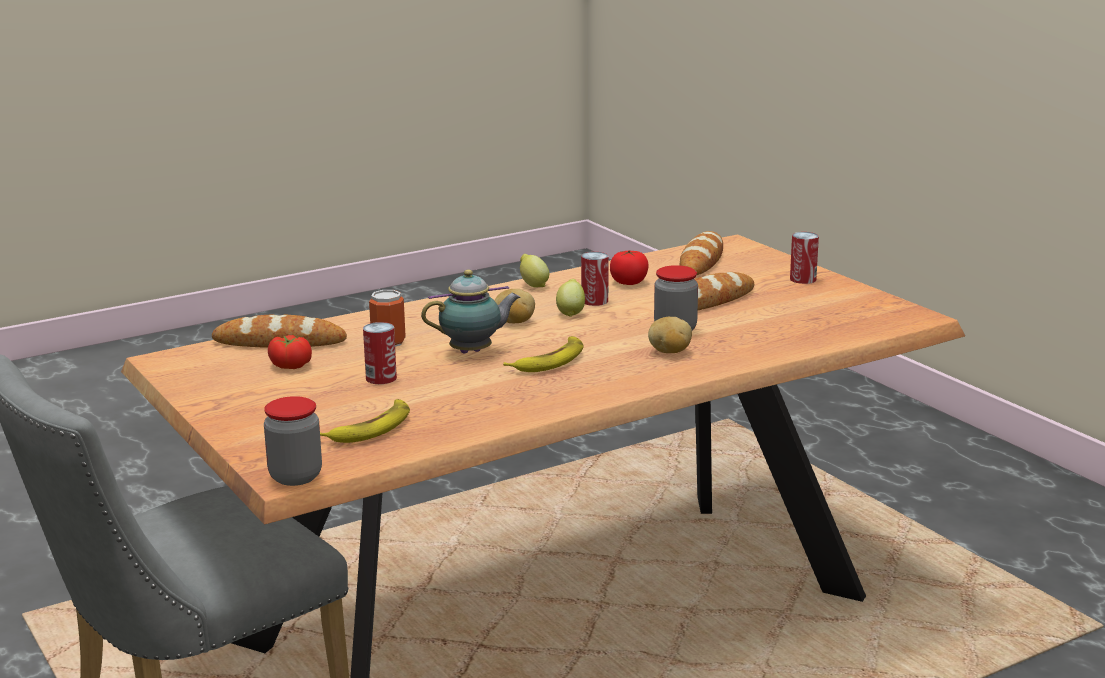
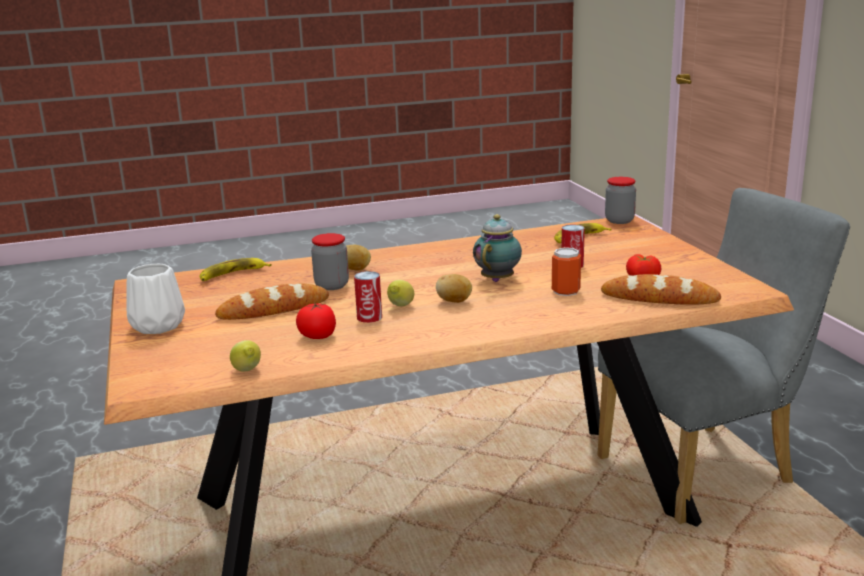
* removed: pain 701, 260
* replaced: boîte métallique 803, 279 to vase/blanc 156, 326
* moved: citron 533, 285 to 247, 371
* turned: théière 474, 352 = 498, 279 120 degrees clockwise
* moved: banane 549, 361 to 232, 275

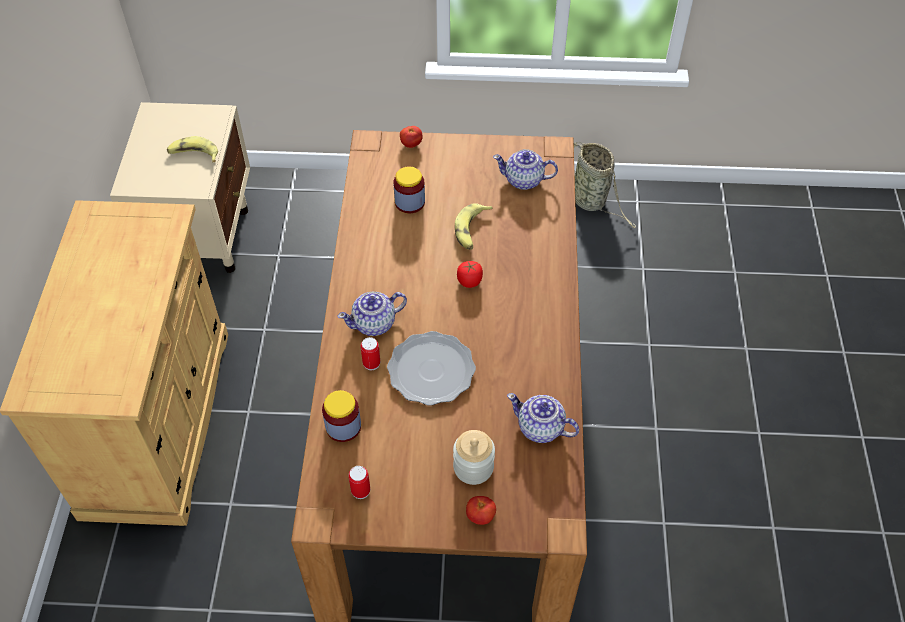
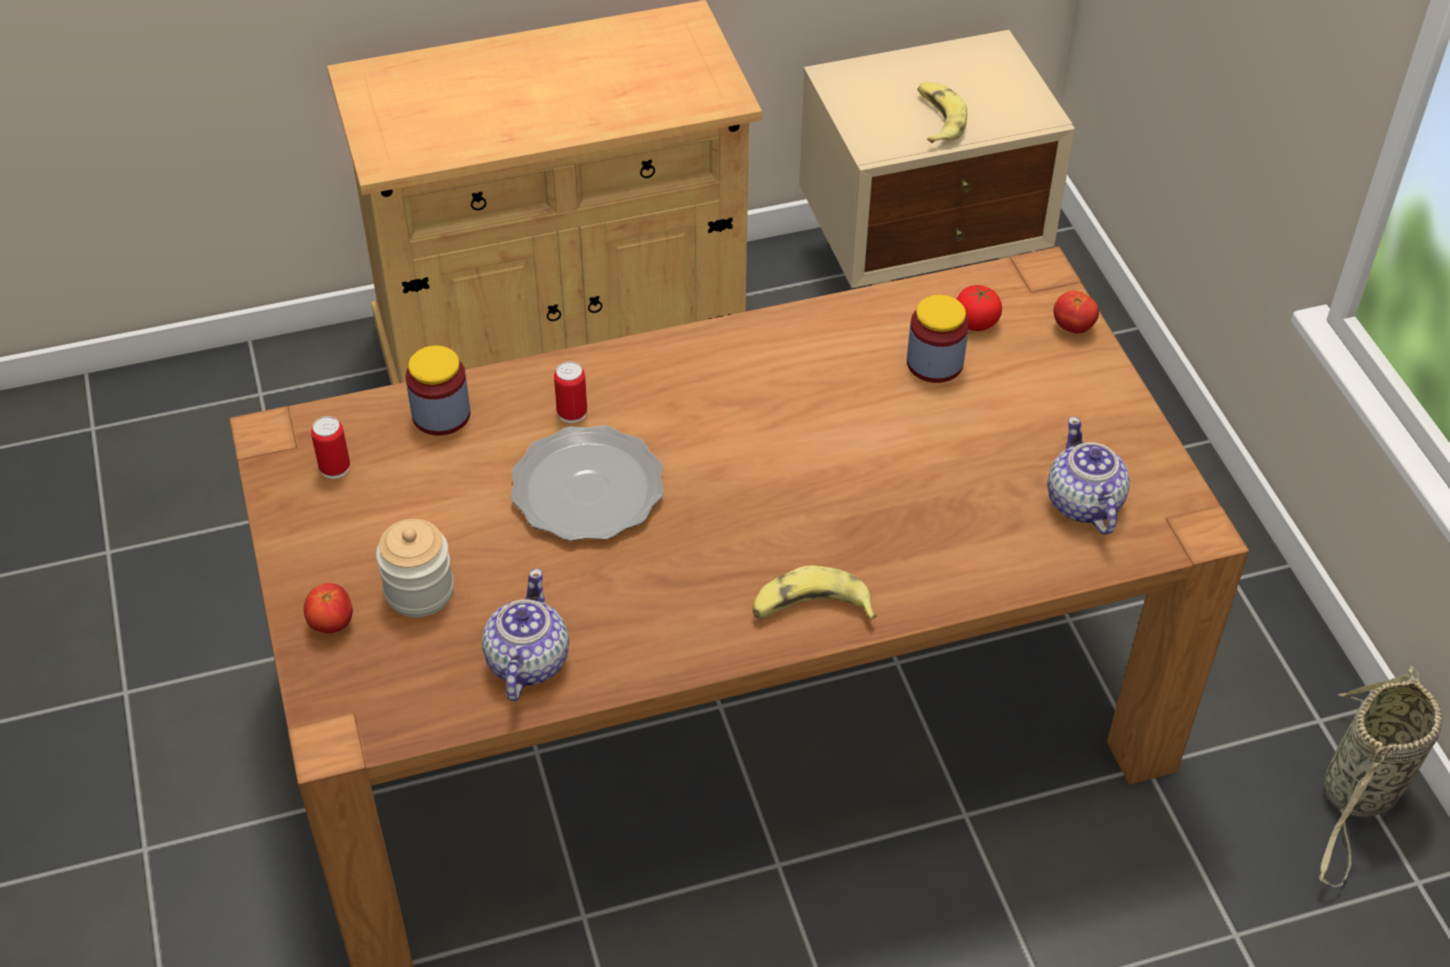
* moved: banane 471, 230 to 810, 608
* moved: tomate 469, 281 to 975, 322
* removed: théière 374, 323

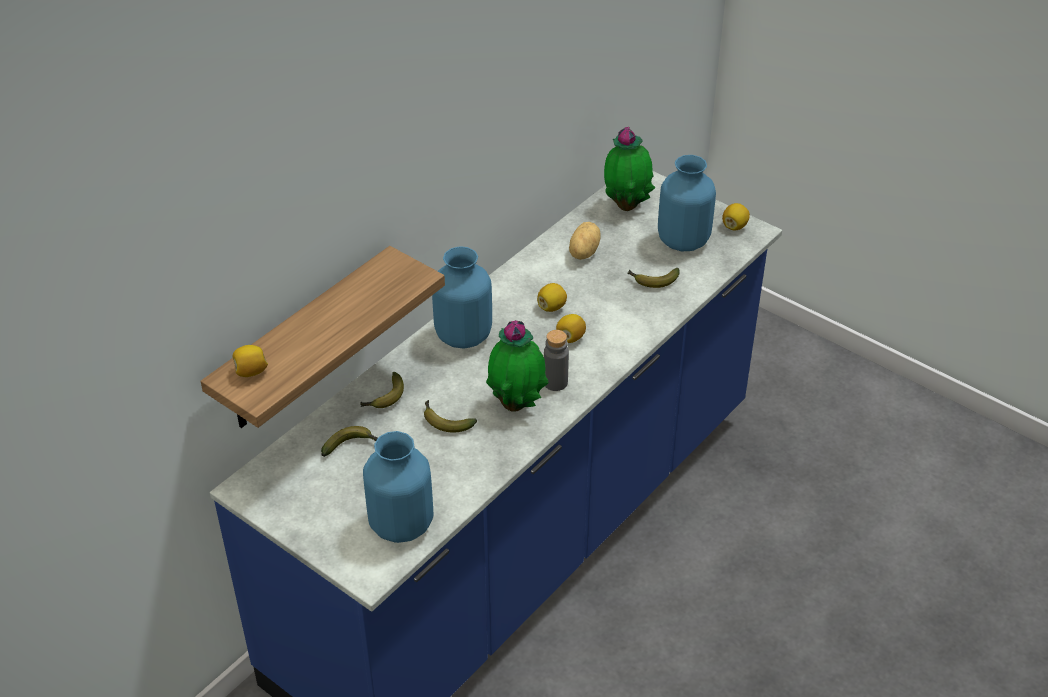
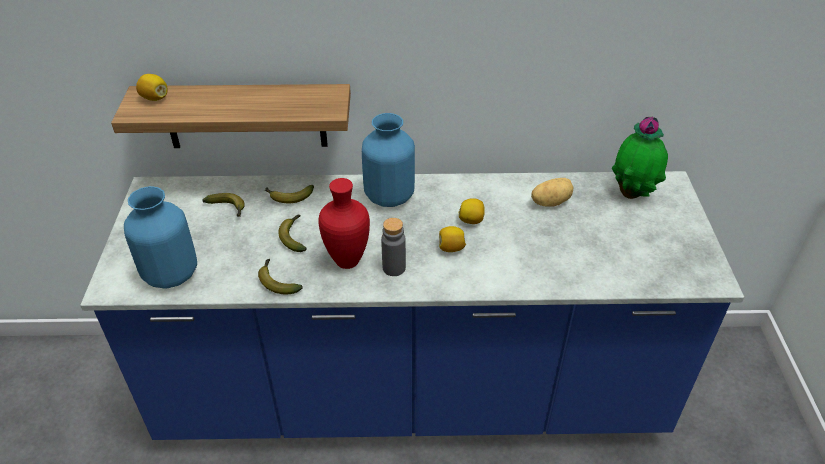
* removed: vase/bleu 682, 240
* removed: citron 734, 226
* moved: banane 652, 281 to 277, 281
* replaced: plante en pot 517, 404 to vase/rouge 349, 261

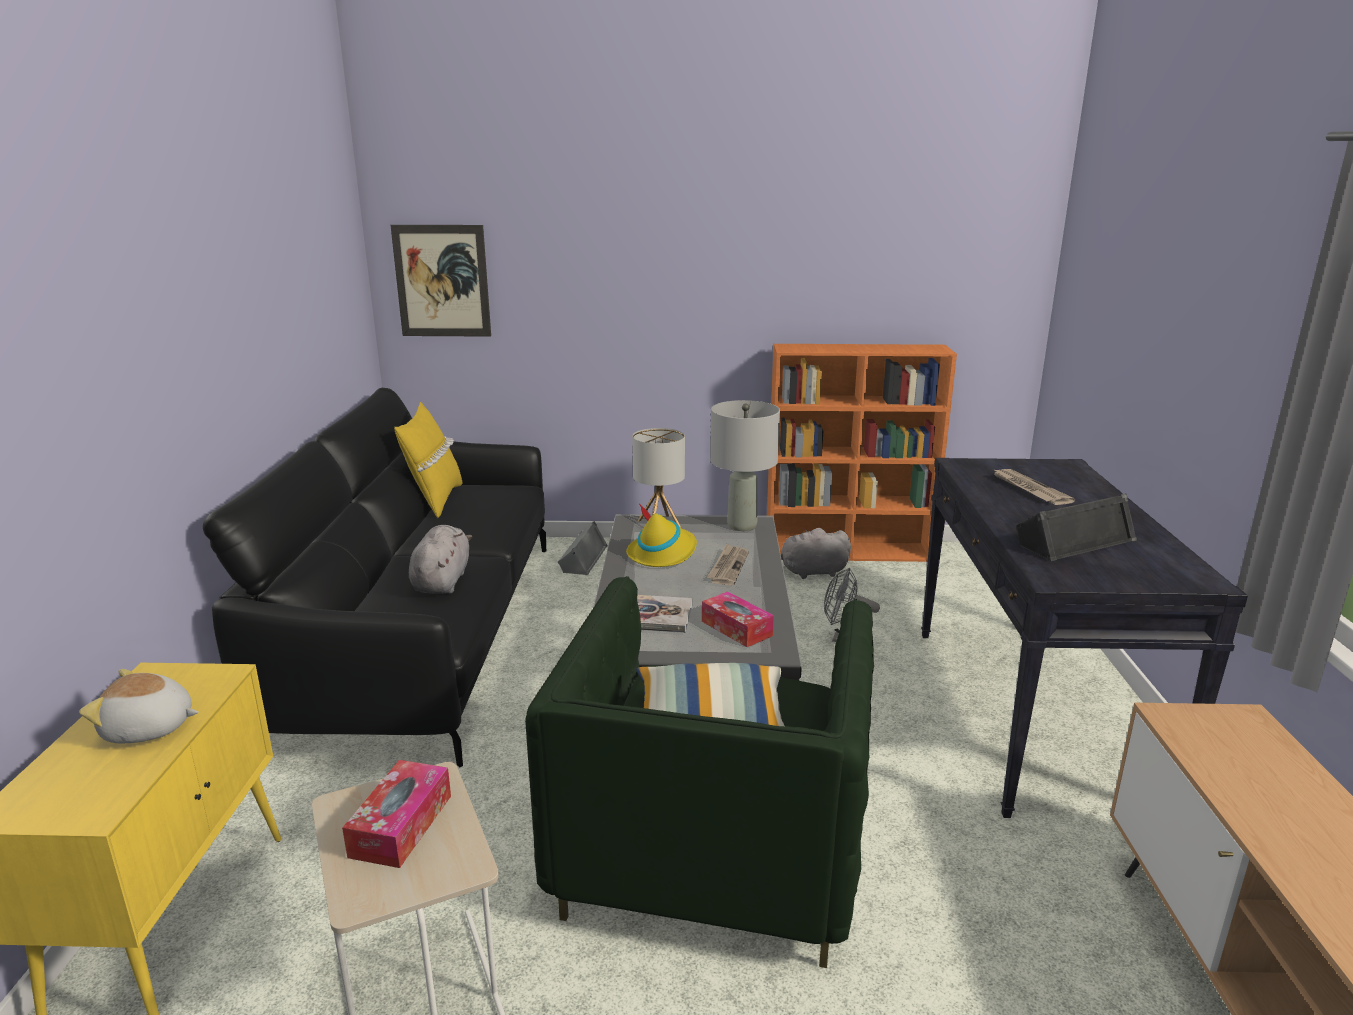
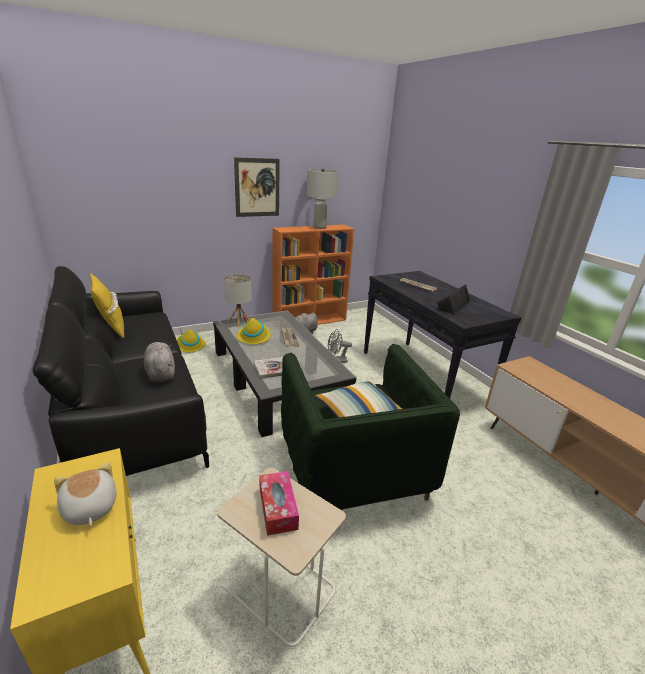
* moved: tableau 442, 281 to 257, 187
* moved: lampe de table/gris 742, 526 to 319, 227
* replaced: enceinte/gris 582, 558 to chapeau/jaune 189, 345
* removed: boîte à mouchoirs 736, 628
* turned: peluche 148, 729 = 89, 508 90 degrees clockwise

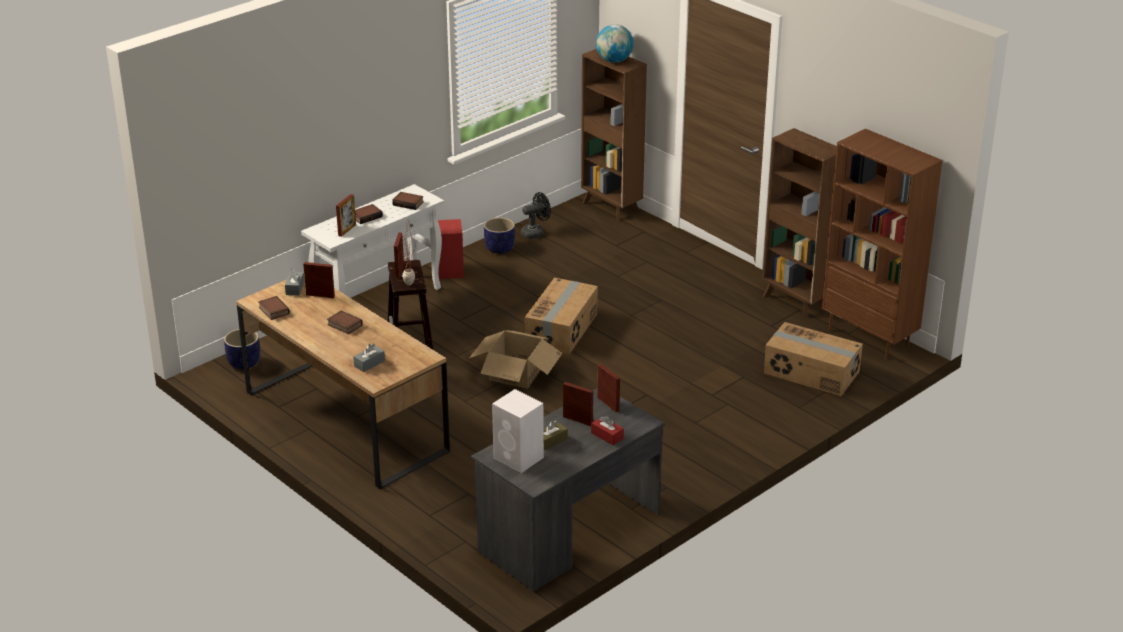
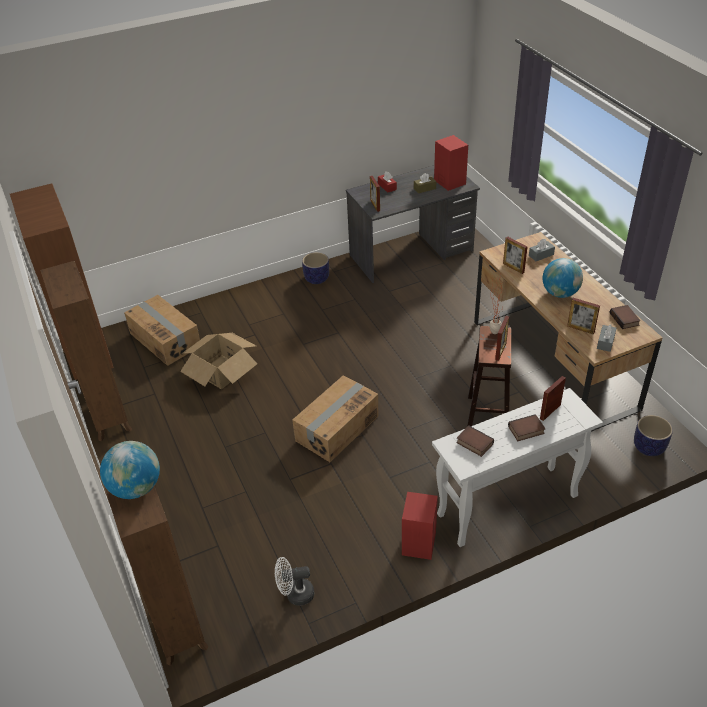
* recoloured: ventilateur/noir 535, 232 to ventilateur/blanc 295, 594
* moved: cache-pot 499, 248 to 316, 279
* replaced: livre 343, 325 to globe 560, 293
* moved: carton 516, 373 to 221, 371
* moved: cadre photo 577, 420 to 513, 268
* recoloured: enceinte/blanc 519, 458 to enceinte/rouge 449, 181

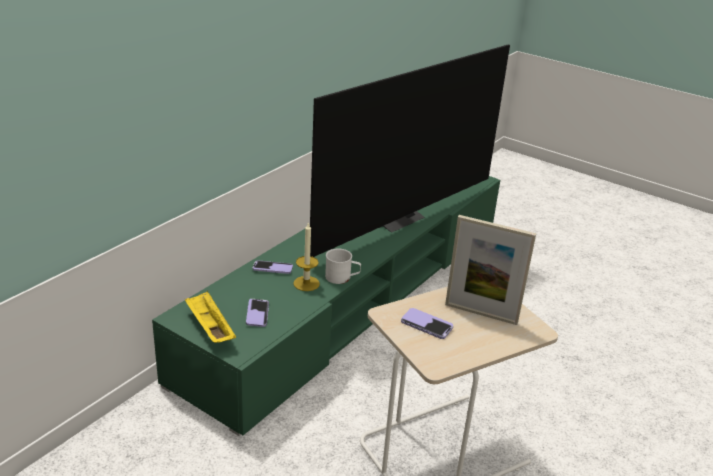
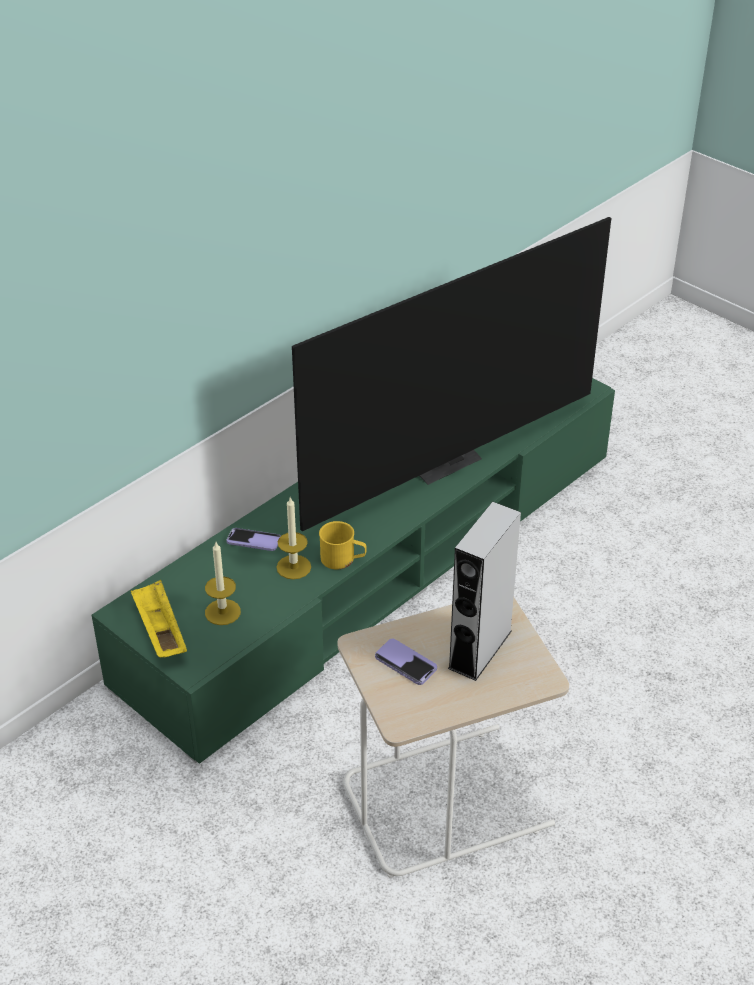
* replaced: cadre photo 481, 313 to enceinte/gris 480, 649
* recoloured: mug/blanc 342, 277 to mug/jaune 343, 559
* replaced: téléphone 257, 314 to bougie 222, 612

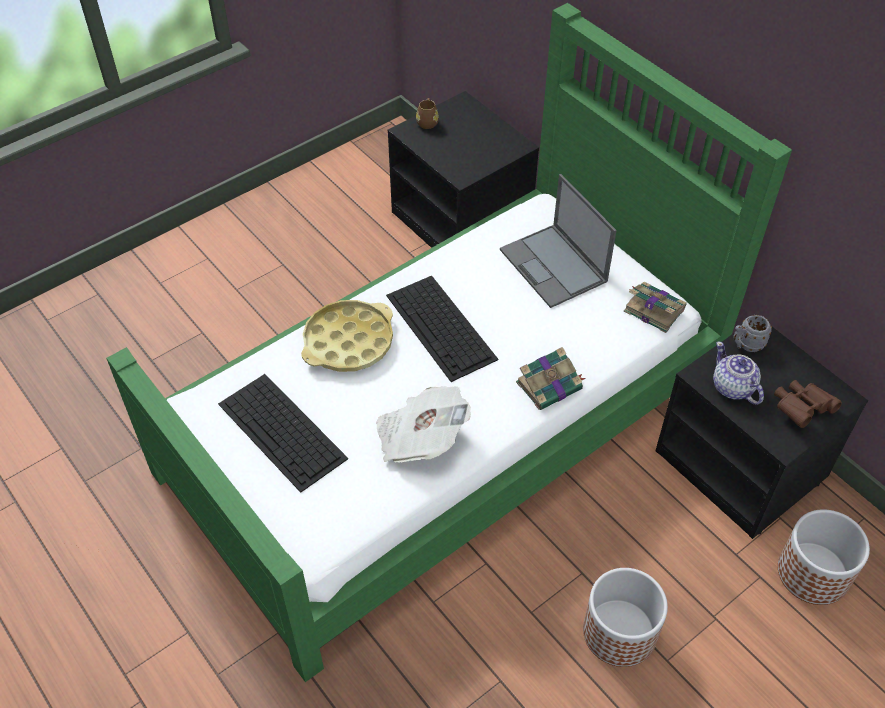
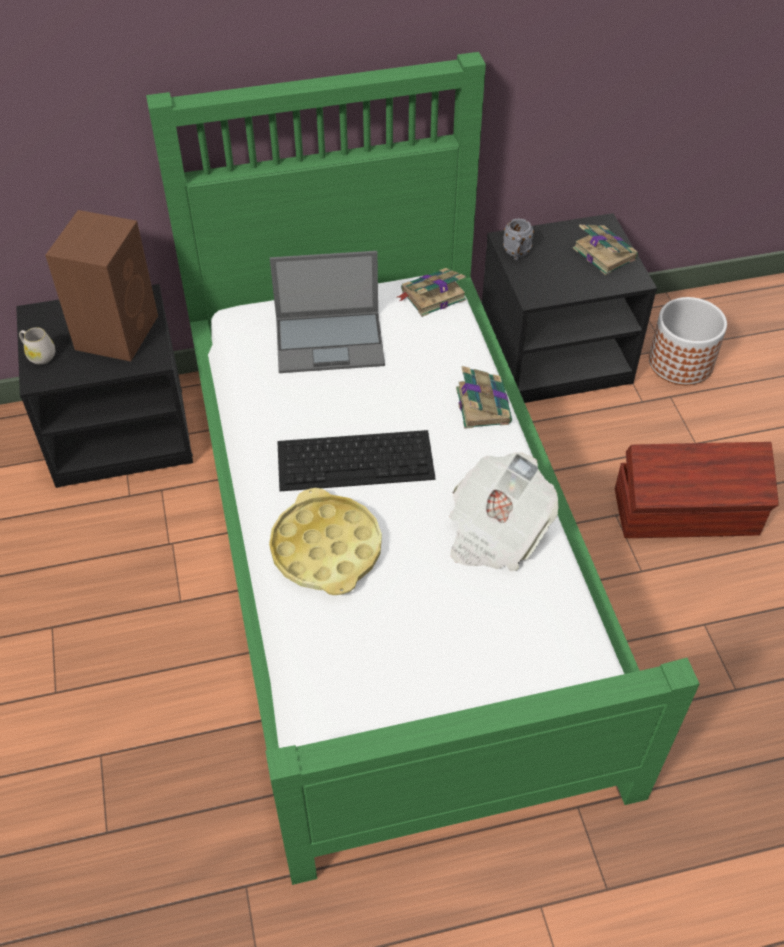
* recoloured: mug/marron 427, 121 to mug/blanc 39, 355
* removed: théière 733, 388
* removed: clavier 283, 431
* replaced: jumelles/marron 801, 409 to livre 603, 253
* replaced: cache-pot 620, 632 to boîte de rangement/marron 687, 513
* added: enceinte/marron 118, 331

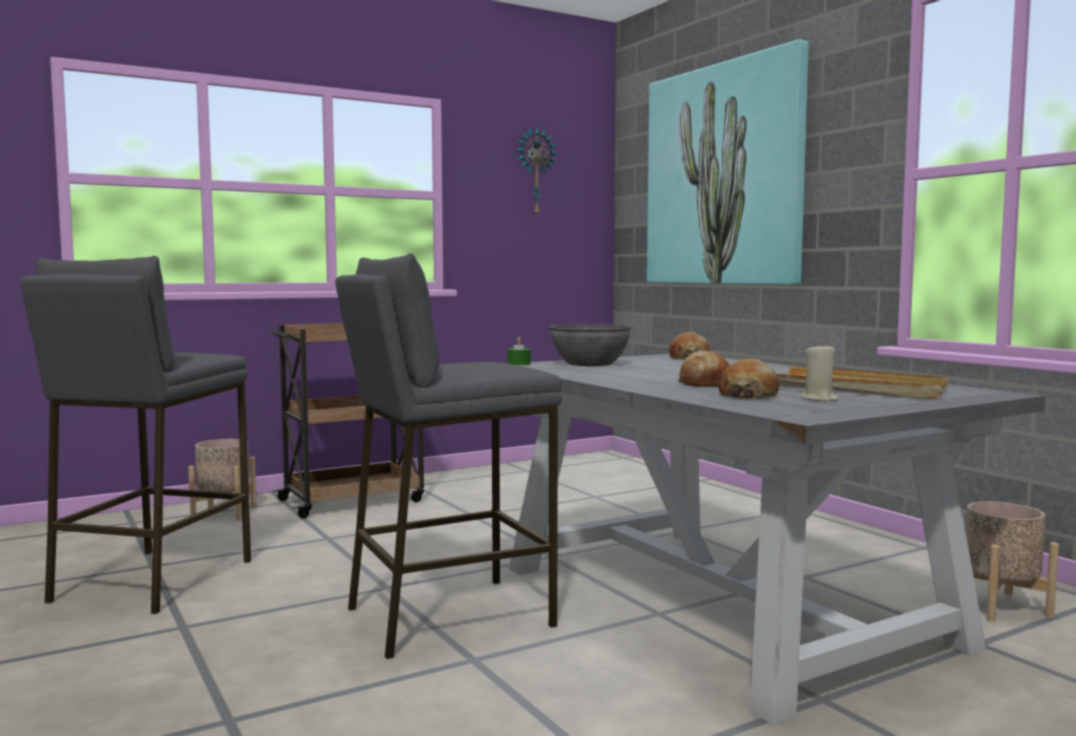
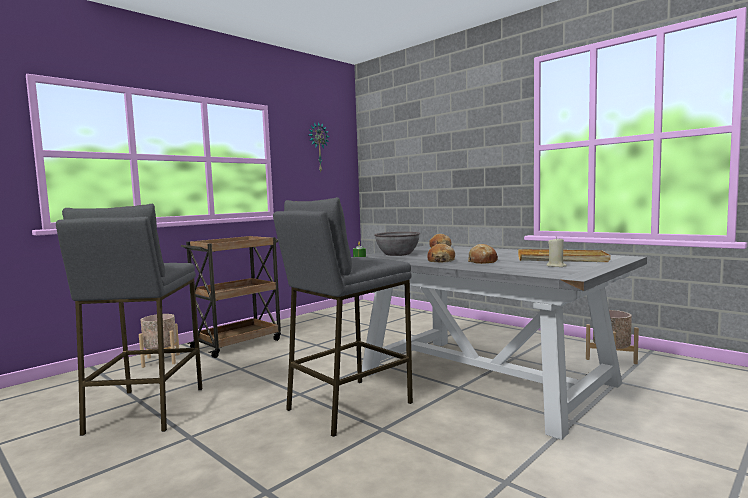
* removed: tableau 724, 175
* moved: pain 748, 395 to 441, 260

